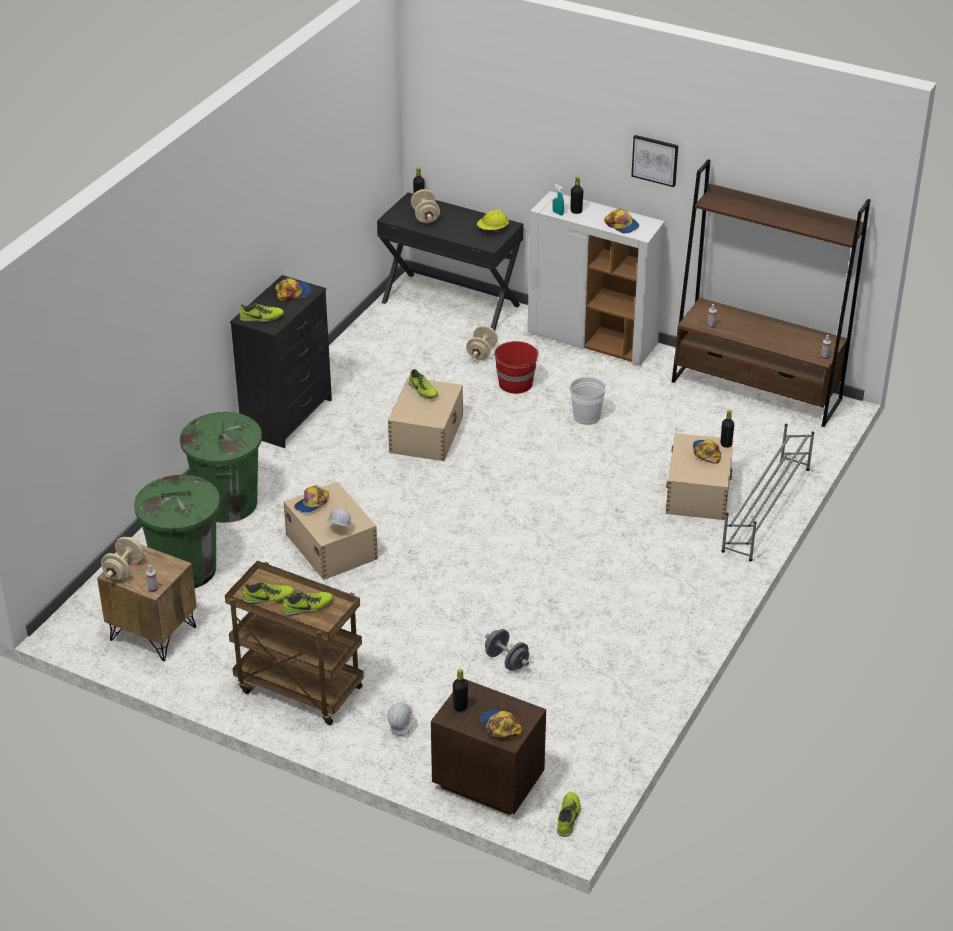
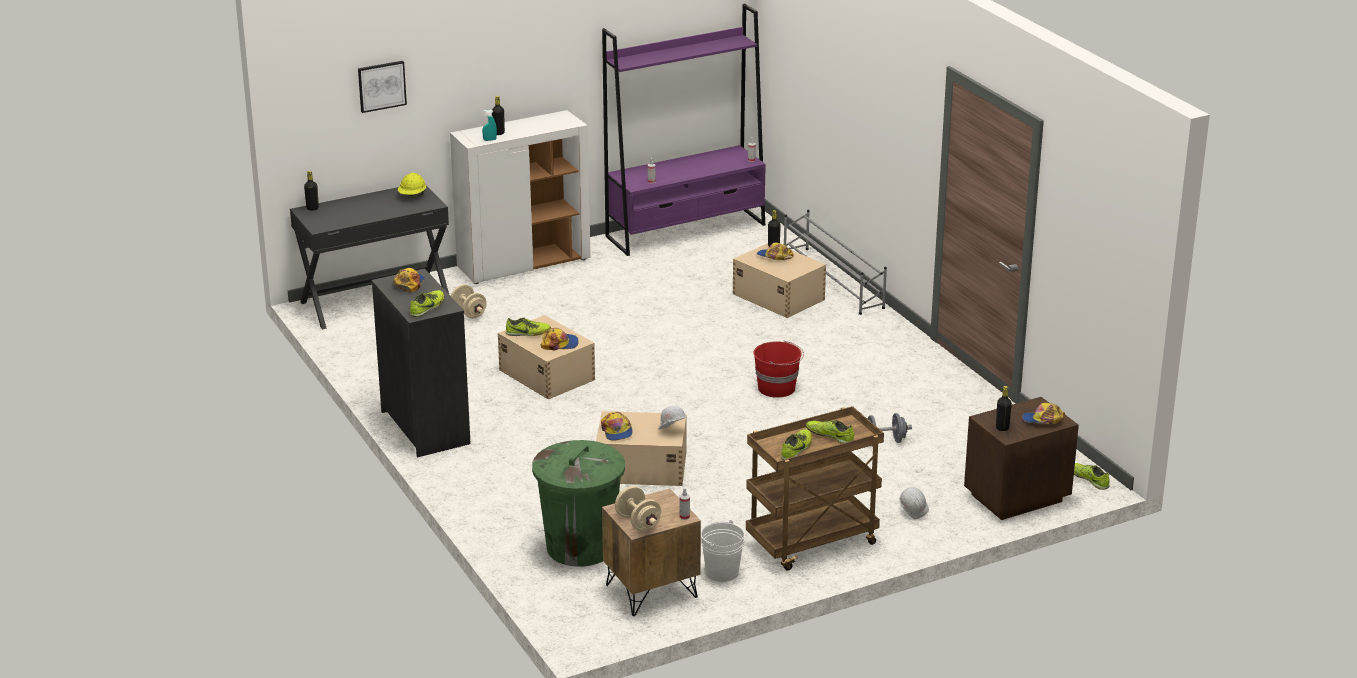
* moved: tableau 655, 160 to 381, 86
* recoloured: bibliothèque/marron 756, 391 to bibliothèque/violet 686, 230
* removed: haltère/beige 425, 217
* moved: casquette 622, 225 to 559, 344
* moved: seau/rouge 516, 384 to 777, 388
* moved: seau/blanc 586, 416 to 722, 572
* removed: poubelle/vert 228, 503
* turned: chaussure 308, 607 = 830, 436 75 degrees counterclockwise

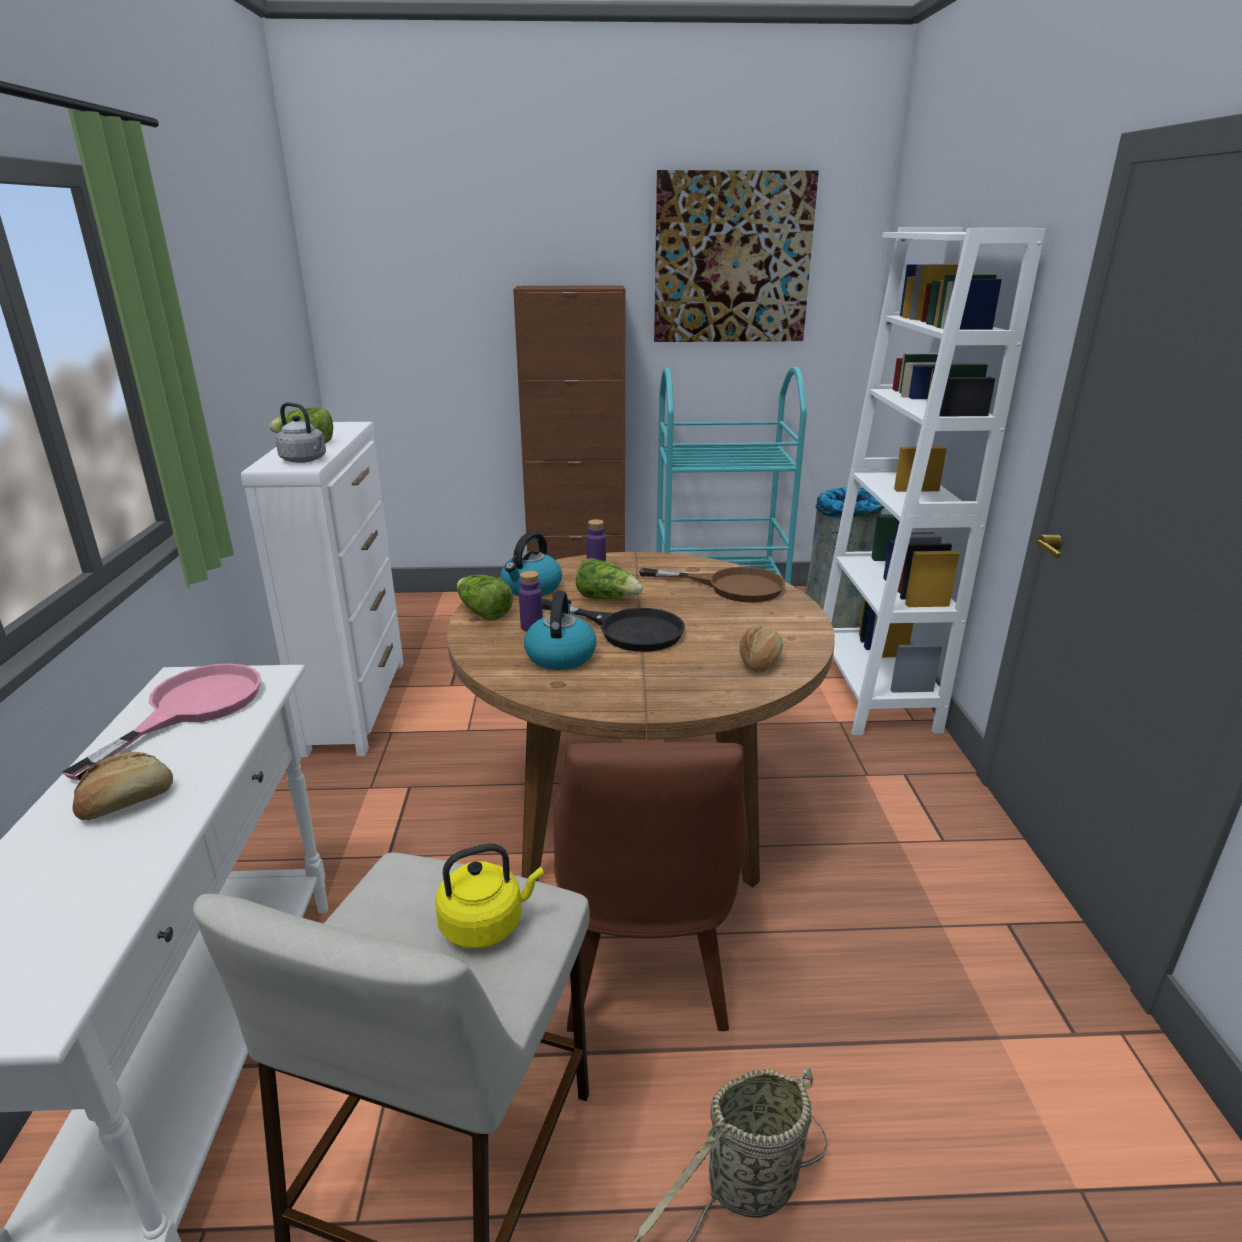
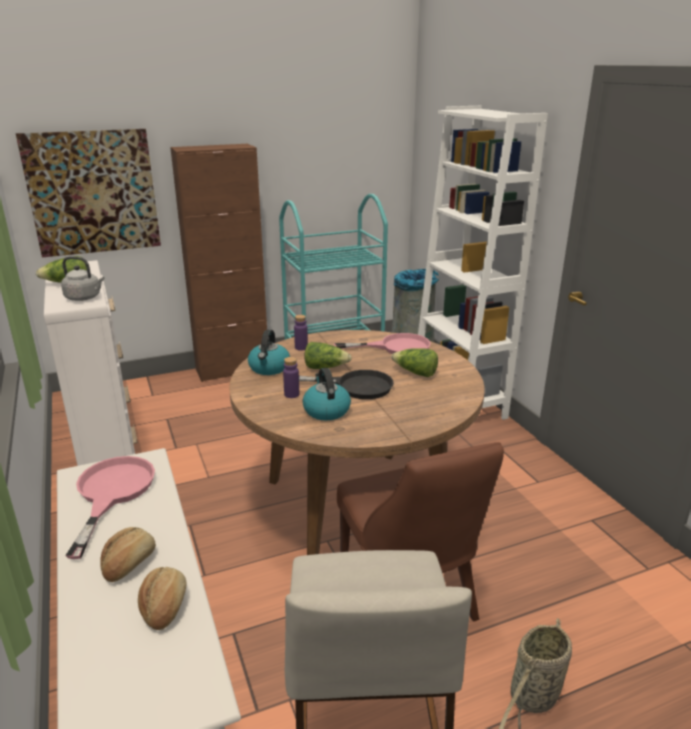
* moved: tableau 732, 259 to 93, 193
* recoloured: poêle/marron 731, 586 to poêle/rose 395, 347
* moved: laitue 483, 612 to 415, 373
* moved: pain 759, 661 to 164, 607
* removed: bouilloire/jaune 486, 924

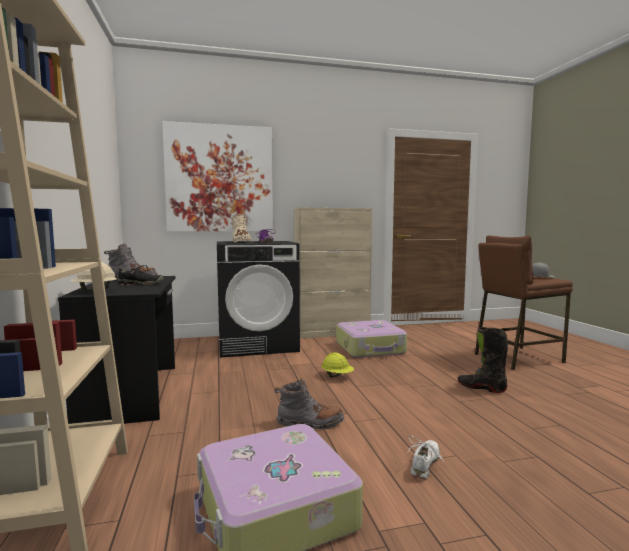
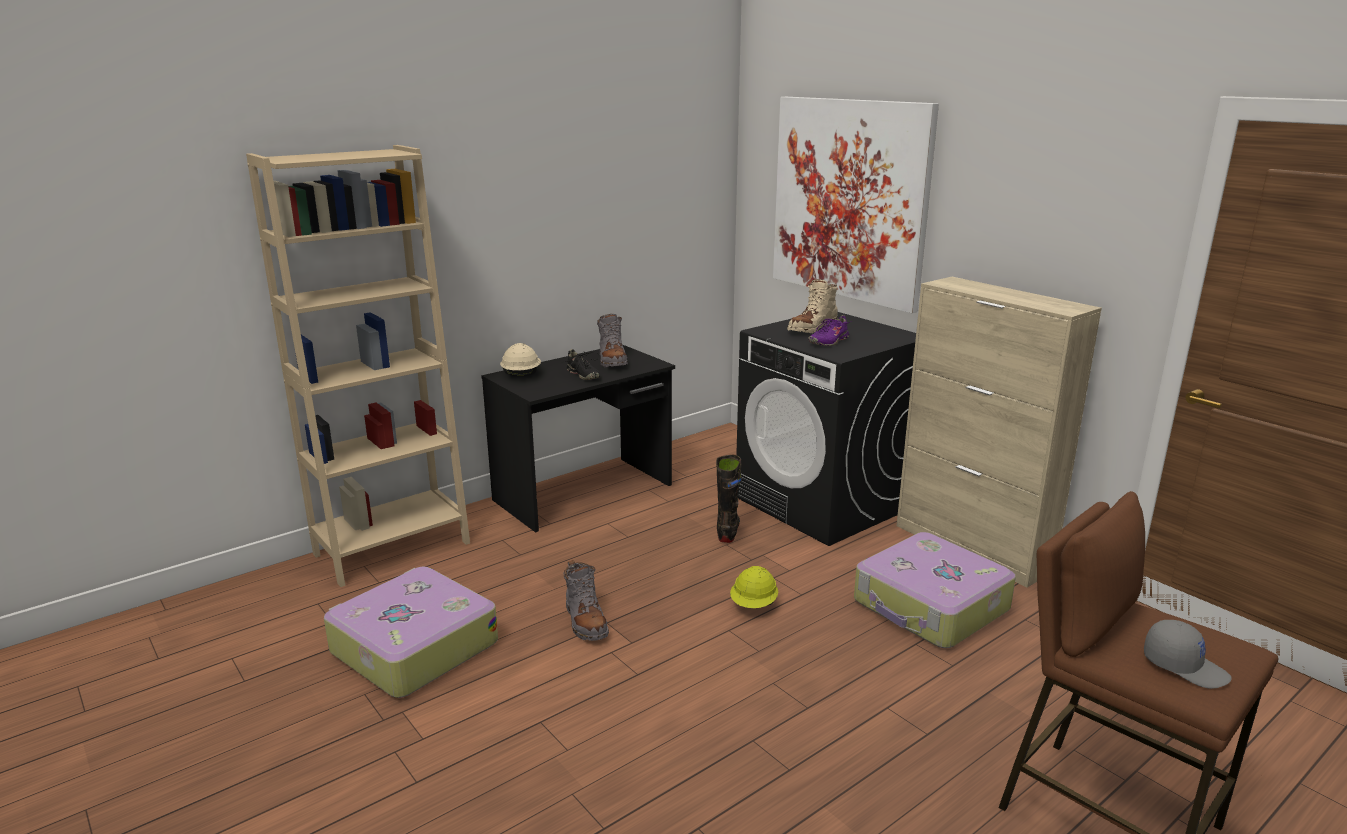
* moved: botte/noir 481, 388 to 728, 530
* removed: chaussure/blanc 425, 464

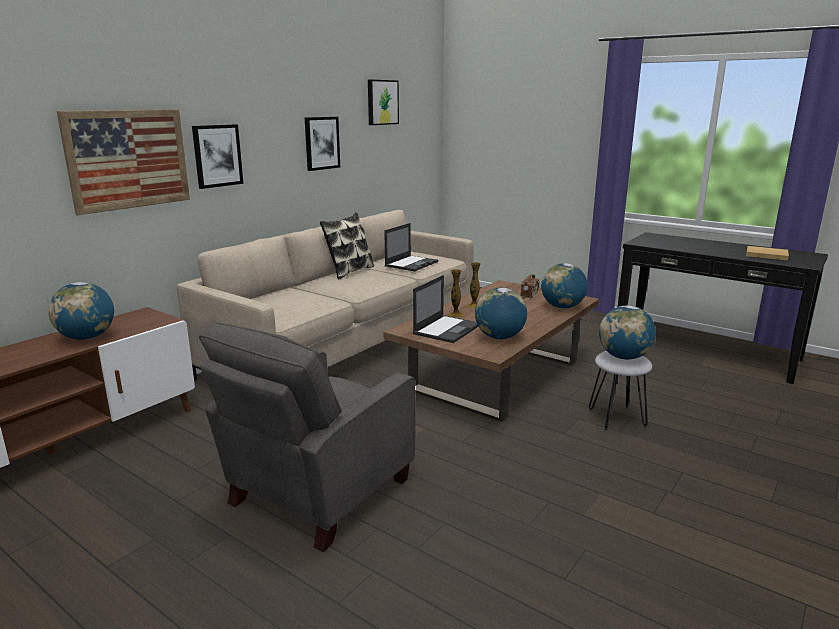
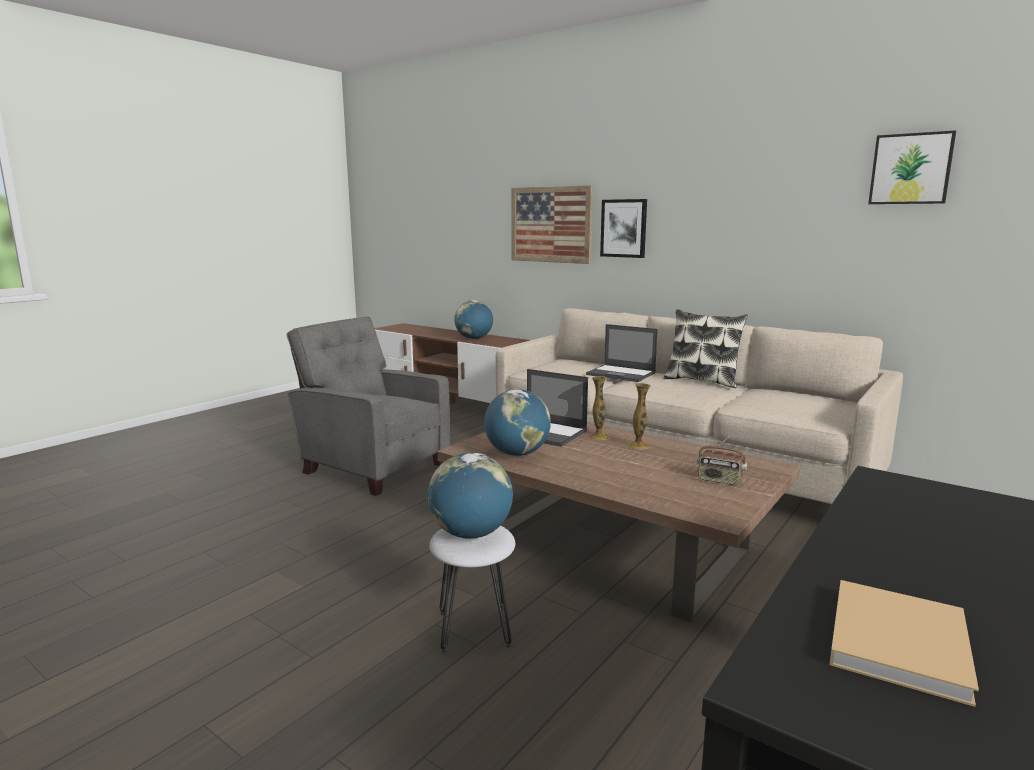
* removed: tableau 321, 143
* moved: ordinateur portable 412, 263 to 622, 374
* removed: globe 562, 307

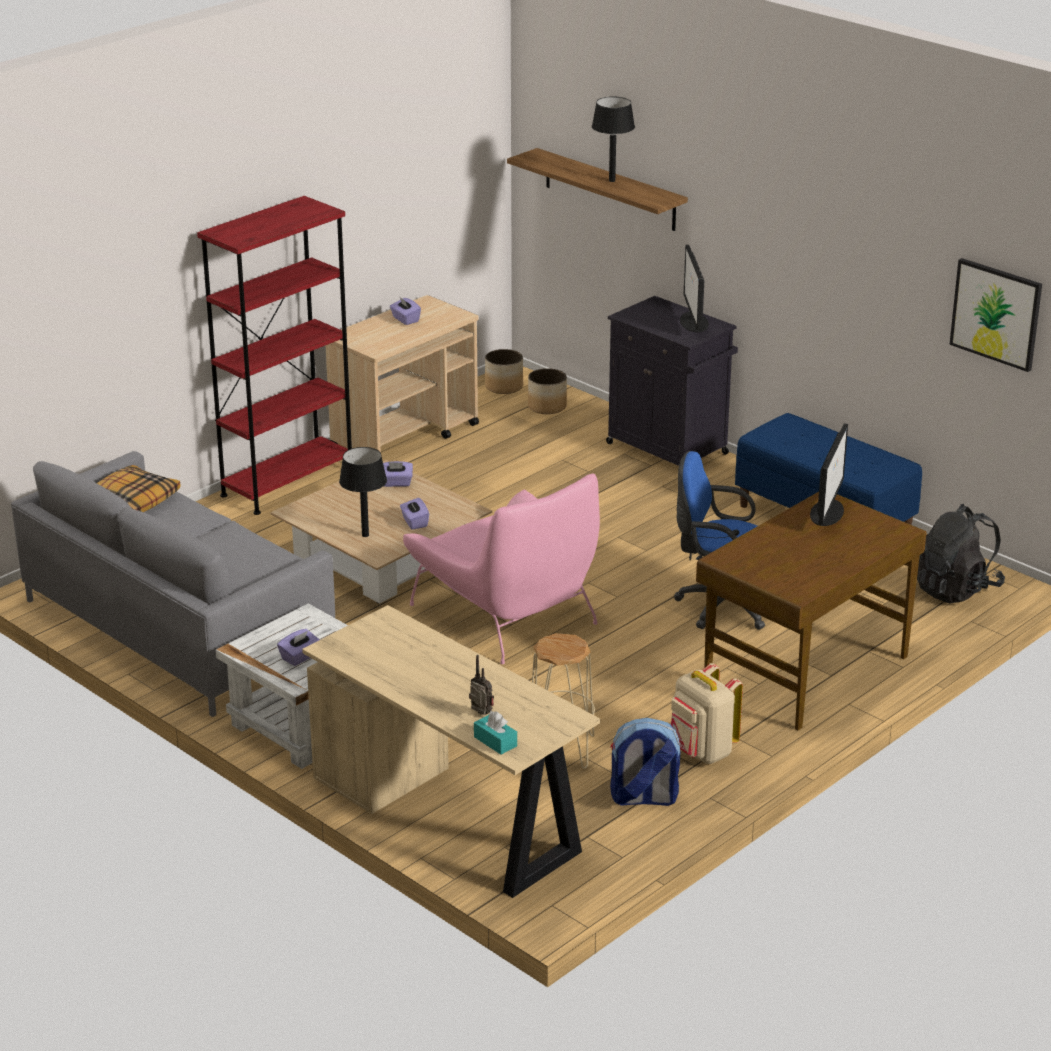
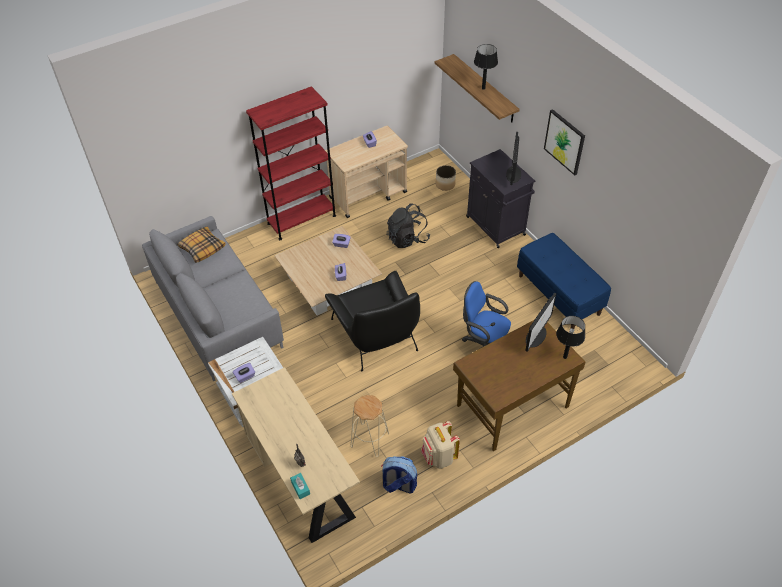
* moved: tableau 996, 314 to 564, 142
* removed: cache-pot 504, 387
* moved: lampe de table/noir 365, 535 to 564, 357
* recoloured: fauteuil/rose 506, 613 to fauteuil/noir 375, 334
* moved: sac à dos/noir 955, 589 to 407, 239

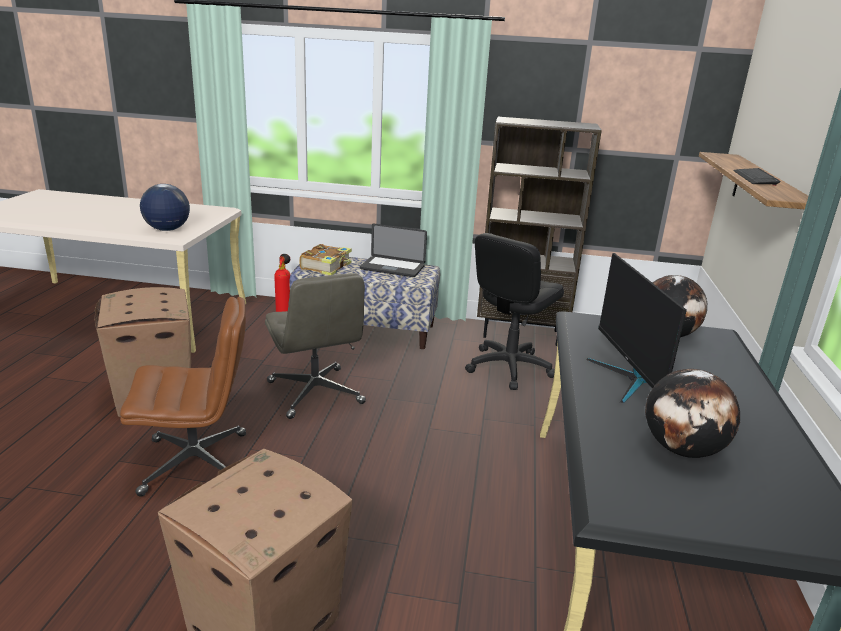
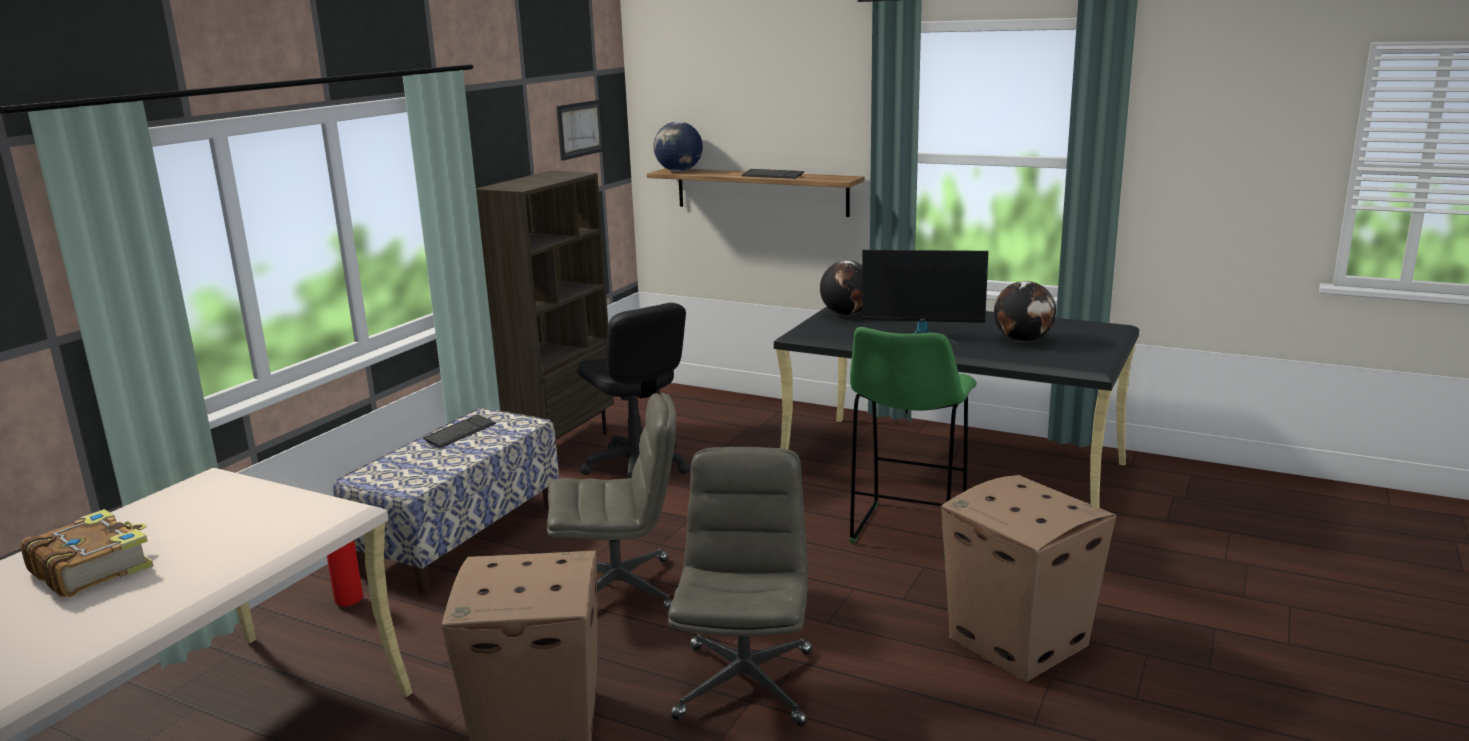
* moved: globe 167, 230 to 679, 171
* replaced: ordinateur portable 392, 268 to clavier 460, 433
* moved: livre 327, 267 to 92, 568
* recoloured: chaise de bureau/marron 197, 463 to chaise de bureau/gris 744, 683
* added: tableau 580, 129
* added: tabouret/vert 907, 532

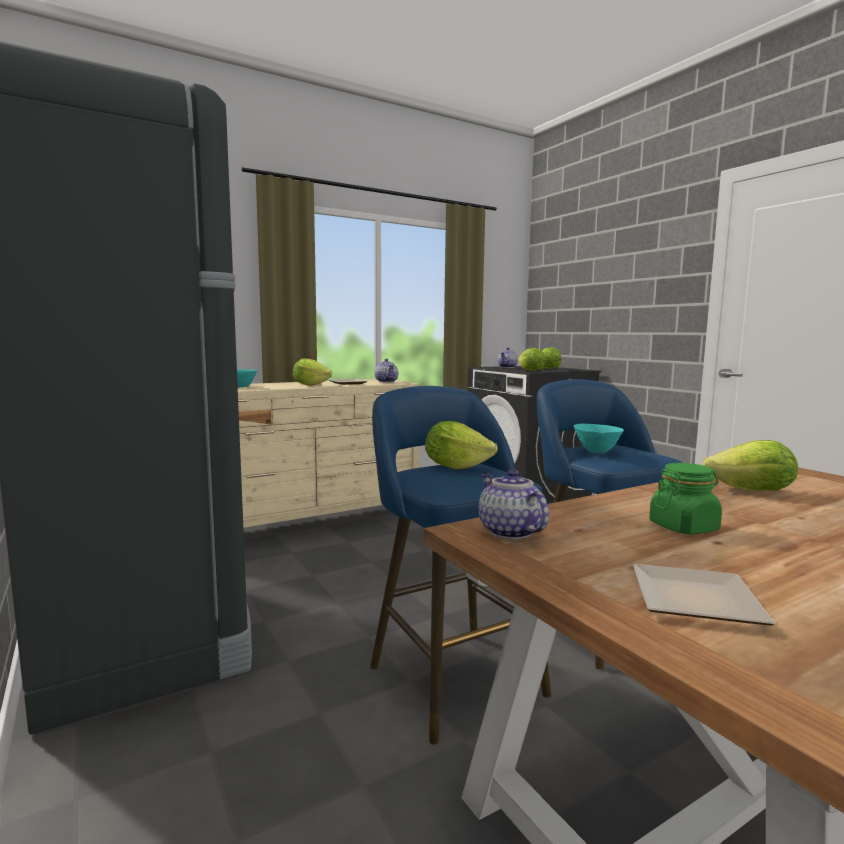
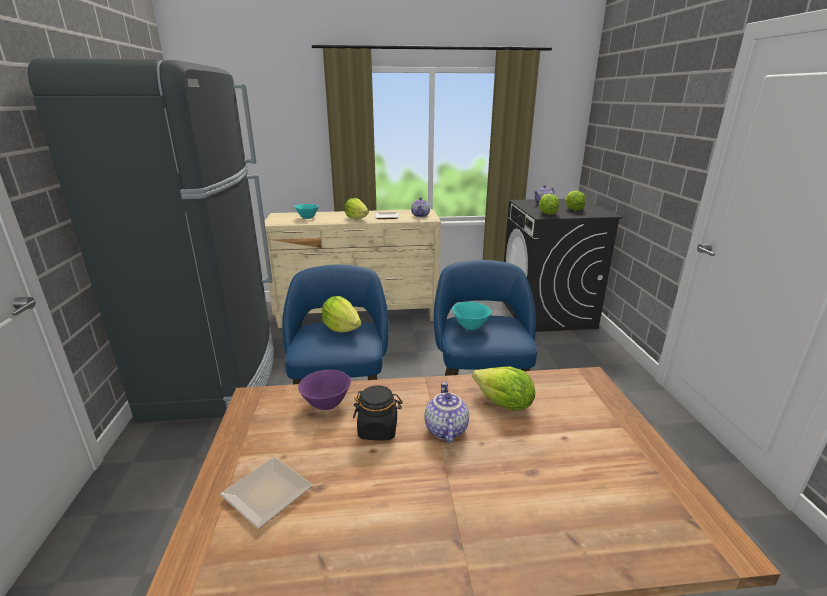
* recoloured: bocal/vert 683, 527 to bocal/noir 378, 429
* moved: théière 508, 532 to 444, 429
* added: bol/violet 326, 404

